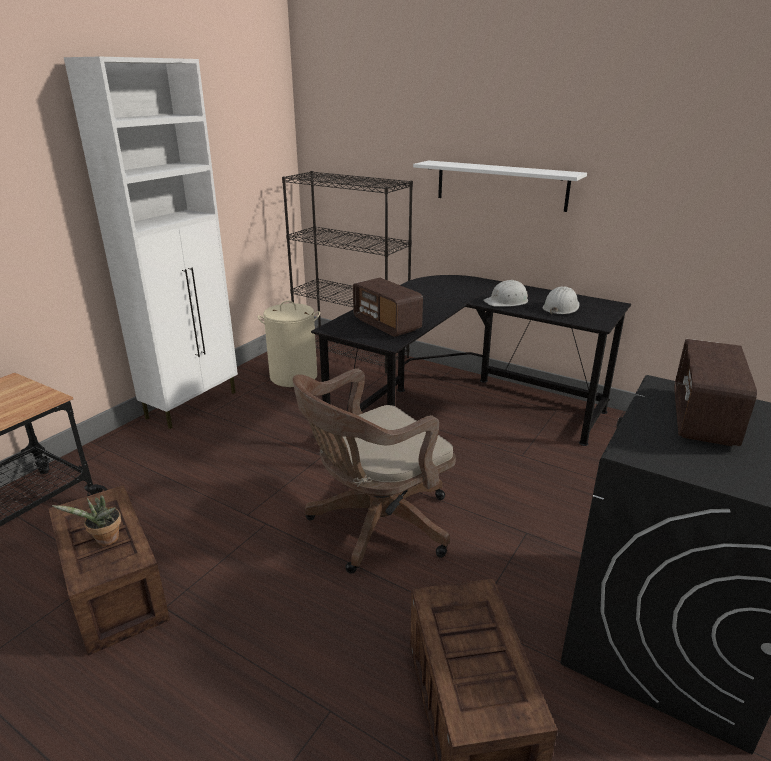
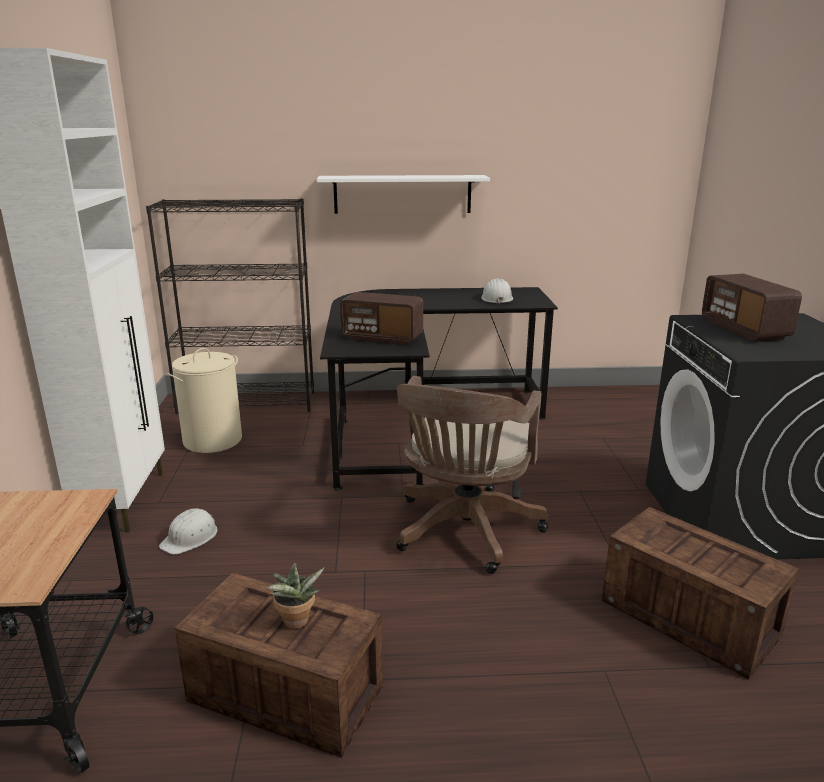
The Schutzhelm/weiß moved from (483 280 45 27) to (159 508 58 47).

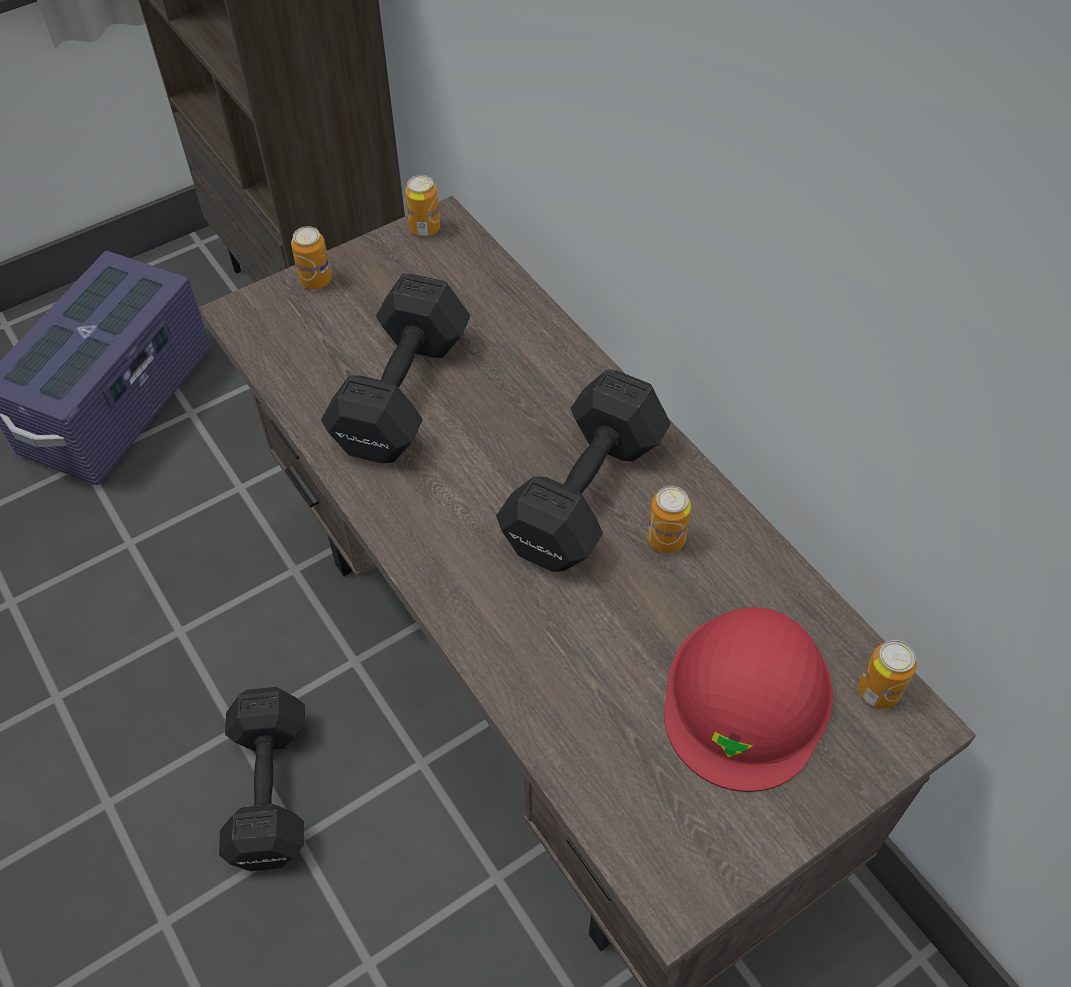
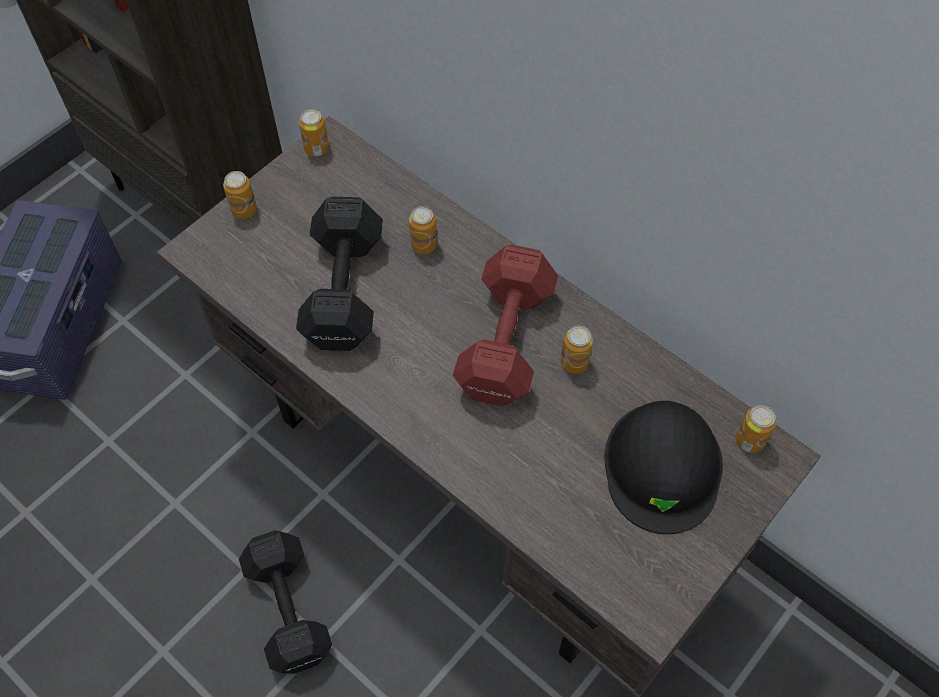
The Hantel/schwarz at (496 369 175 203) became the Hantel/rot at (453 245 105 162).
The Schutzhelm/rot at (664 607 169 185) became the Schutzhelm/schwarz at (604 401 119 133).
The Dose at (409 206 28 48) appeared.

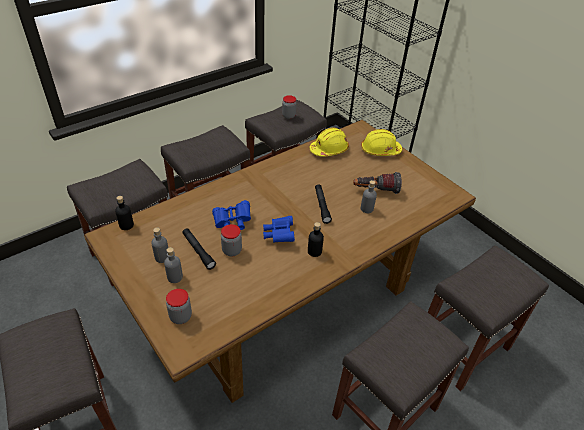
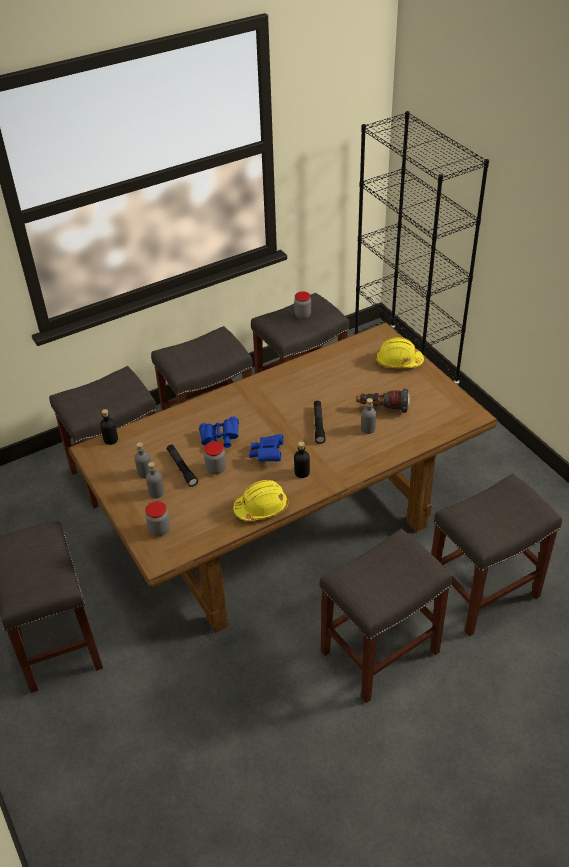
The Schutzhelm/gelb moved from (309 128 40 29) to (233 480 55 41).

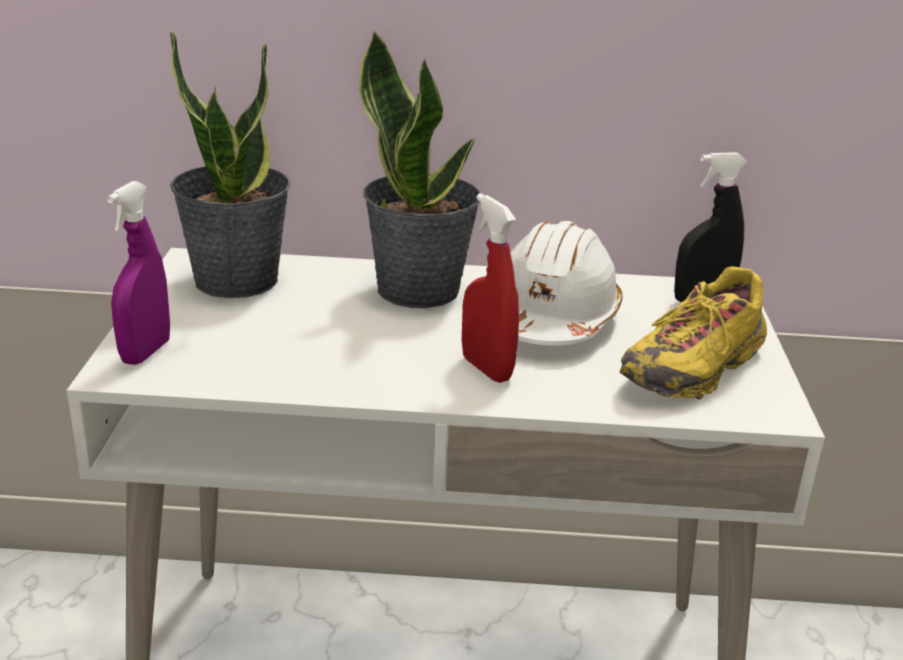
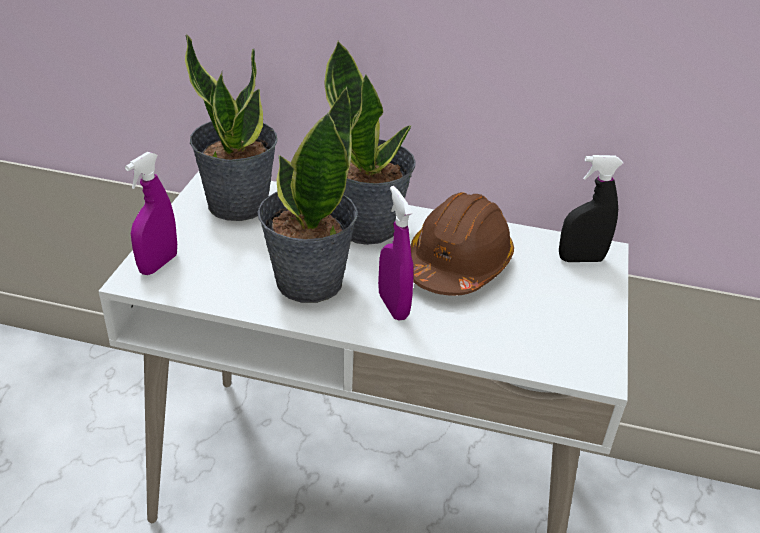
The Sprühflasche/rot at (462 193 57 190) became the Sprühflasche/lila at (378 186 36 135).
The Schutzhelm/weiß at (510 221 113 124) became the Schutzhelm/braun at (410 192 104 104).
The Schuh/gelb at (619 266 148 133) disappeared.
The Topfpflanze at (258 87 100 216) appeared.

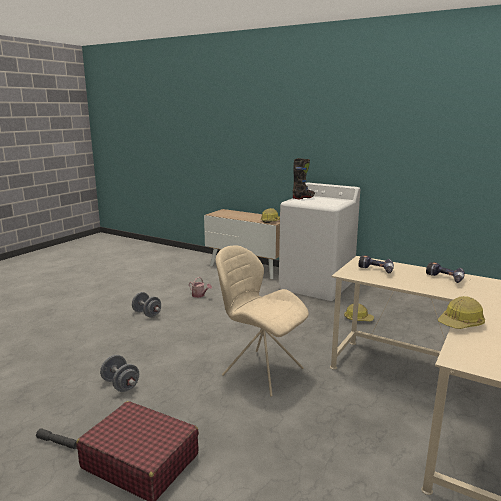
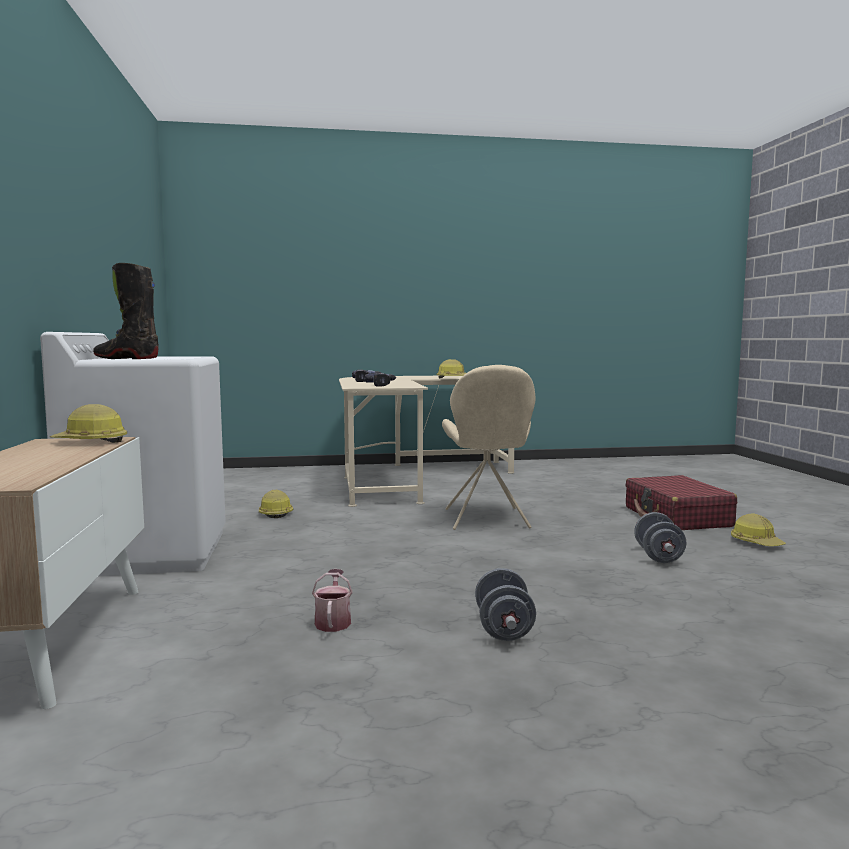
The Taschenlampe/grau at (36 428 41 21) was replaced by the Schutzhelm at (731 513 55 33).

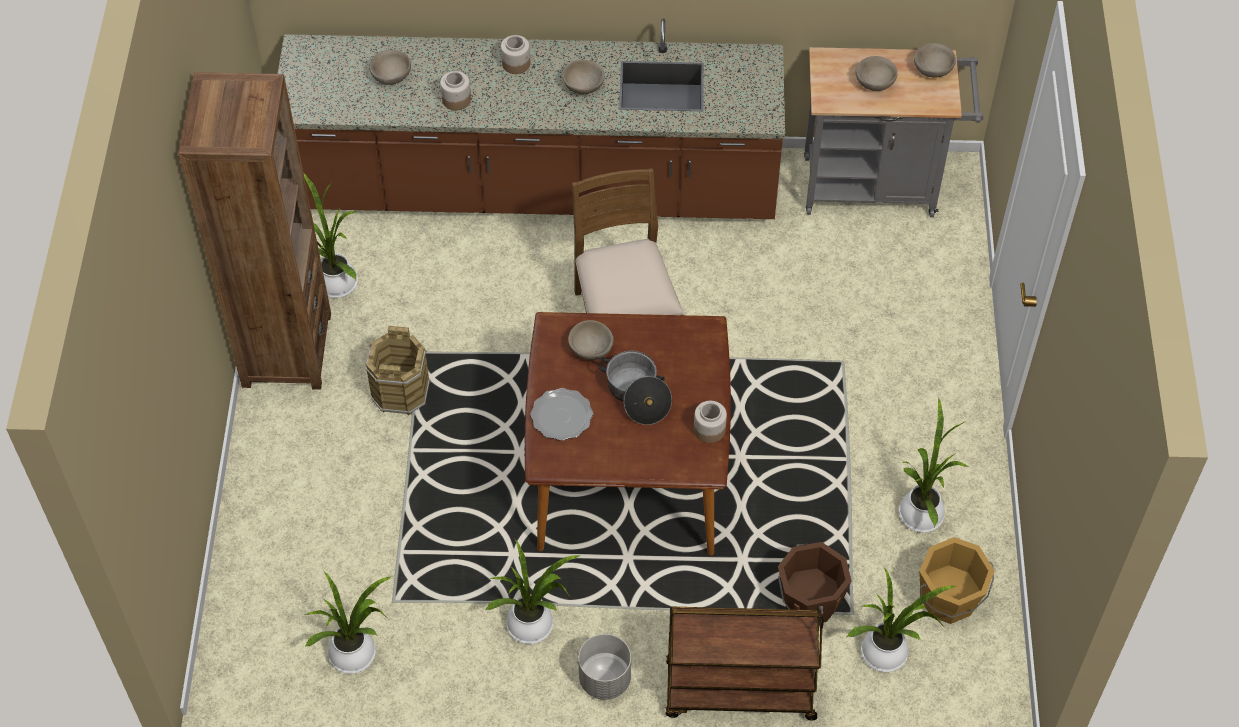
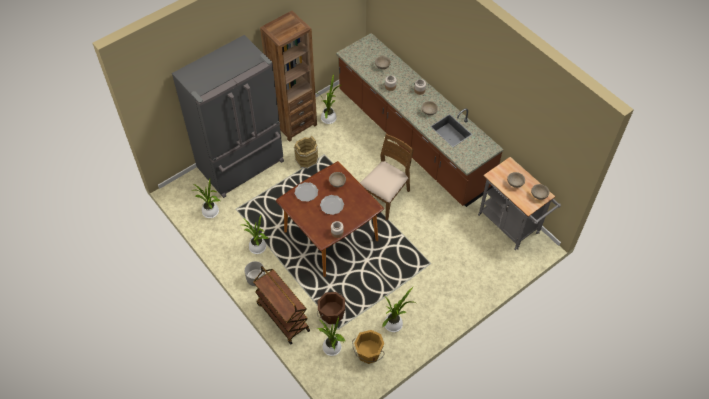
The Kochtopf at (598 351 74 74) was replaced by the Teller at (320 195 24 20).
The Kühlschrank/grau at (172 35 112 163) appeared.

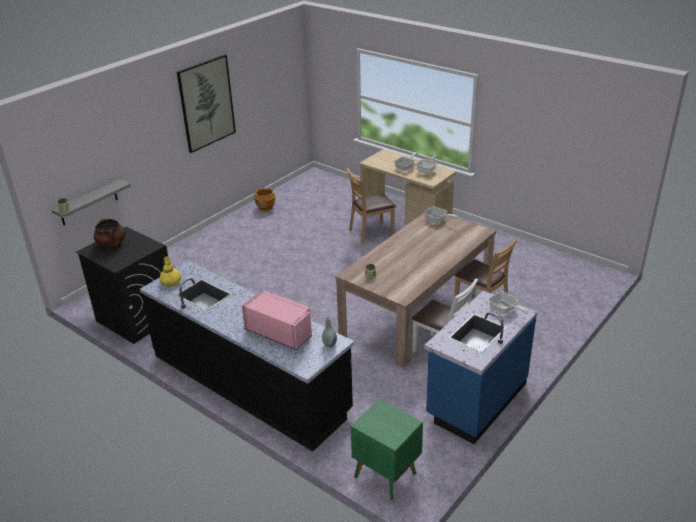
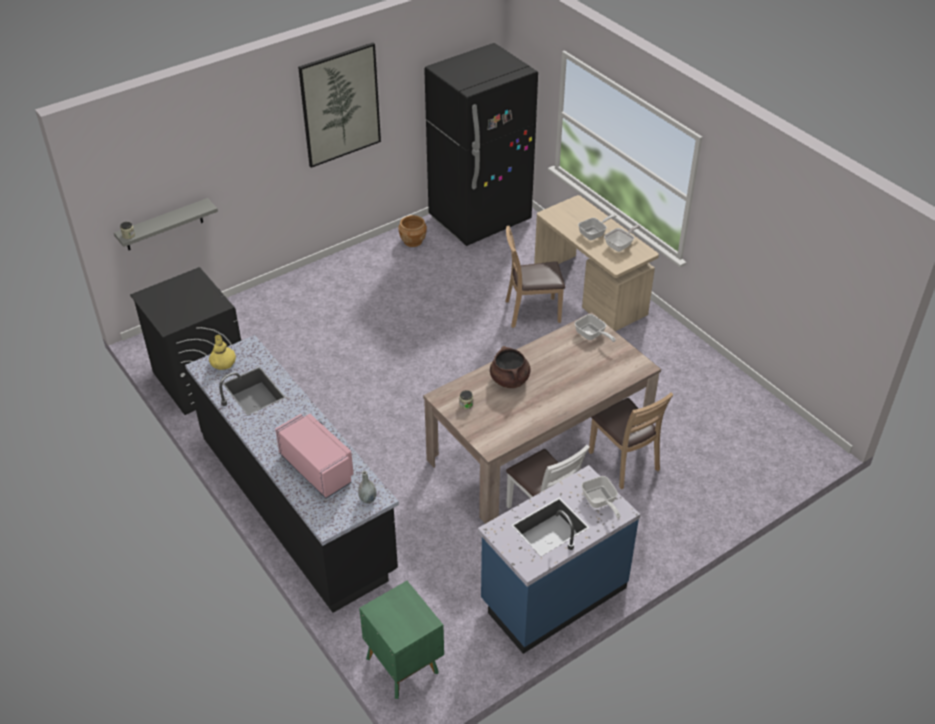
The Kochtopf/braun moved from (94 219 31 29) to (490 346 41 42).
The Kühlschrank/schwarz at (424 43 114 203) appeared.

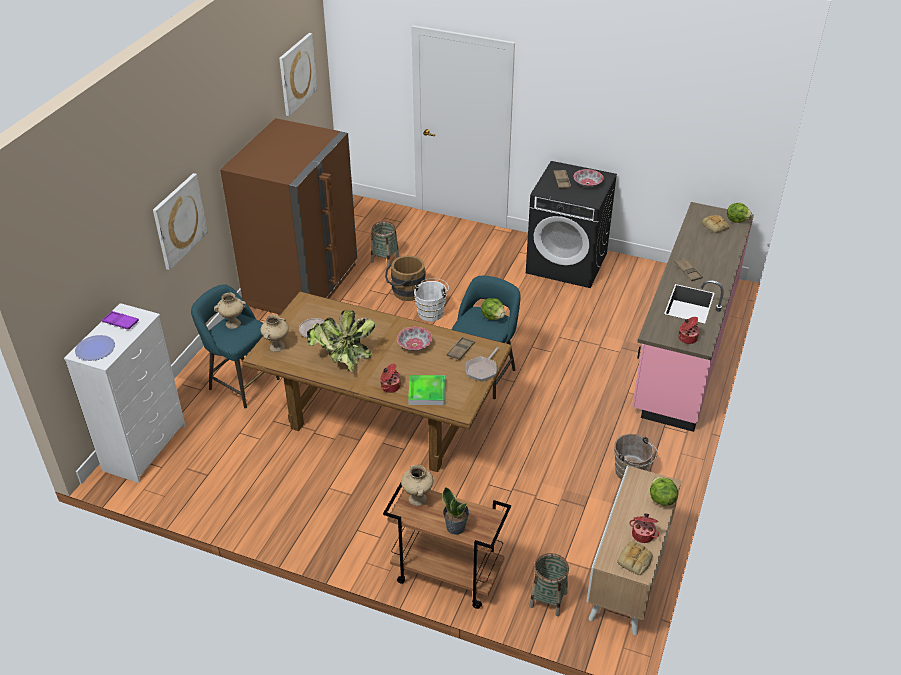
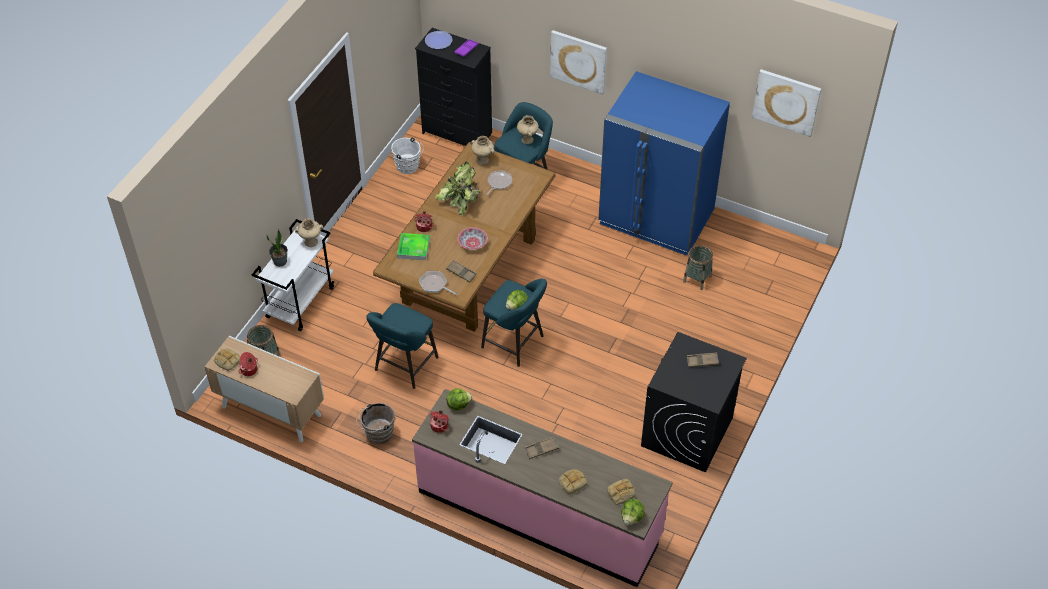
The Kommode/weiß at (64 303 122 180) became the Kommode/schwarz at (415 28 77 118).
The Kühlschrank/braun at (220 118 137 197) became the Kühlschrank/blau at (598 71 132 185).
The Rollwagen/braun at (383 483 128 126) became the Rollwagen/weiß at (252 219 82 112).
The Eimer/braun at (385 255 41 46) disappeared.
The Eimer/weiß moved from (414 278 35 43) to (391 138 33 36).
The Schüssel at (573 169 31 18) disappeared.
The Salatkopf moved from (650 477 28 29) to (446 389 27 22).
The Hocker/türkis at (366 303 72 86) appeared.
The Brot at (558 469 29 26) appeared.

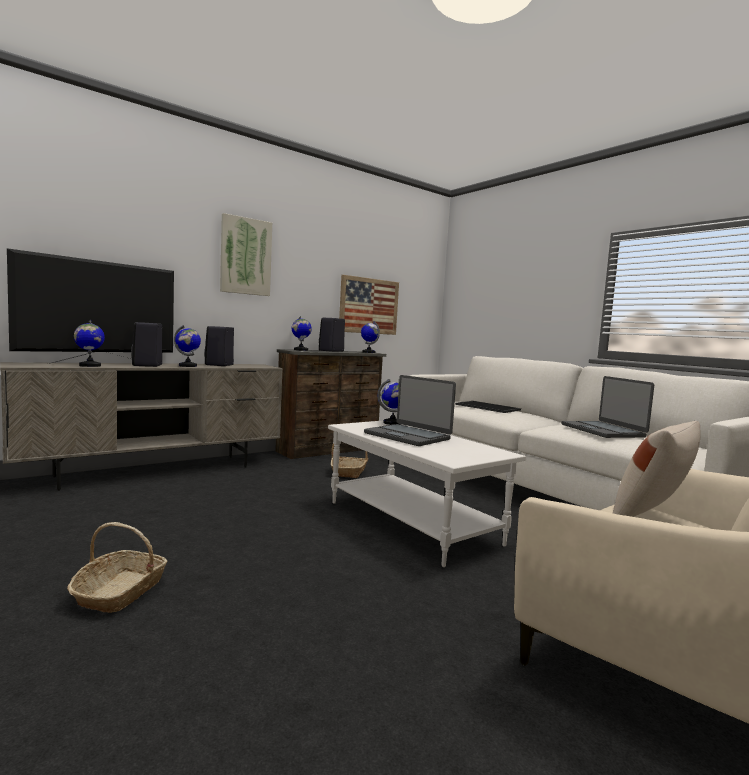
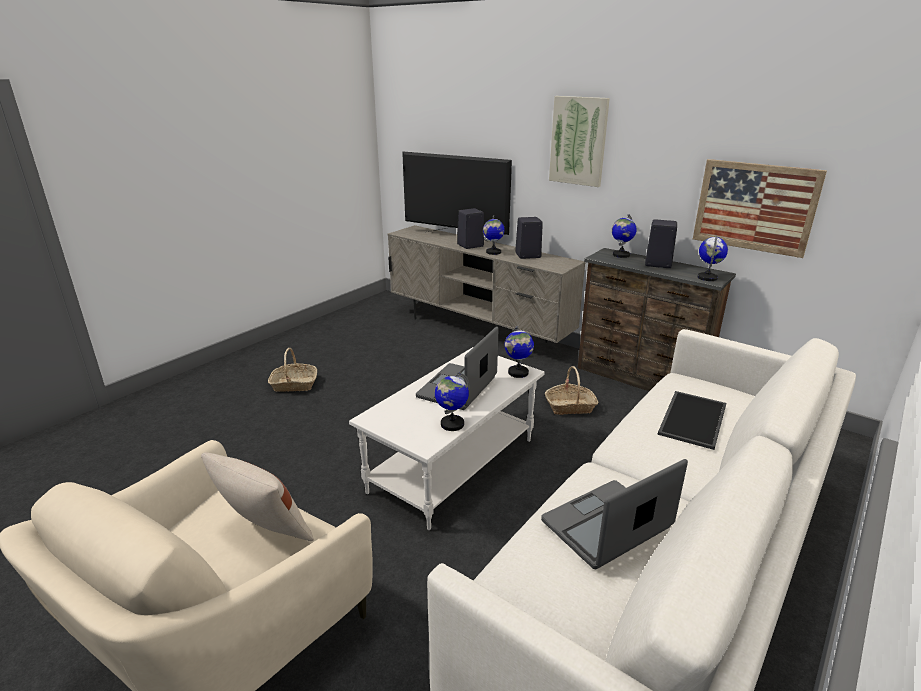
The Globus moved from (74 320 31 47) to (435 372 34 59).

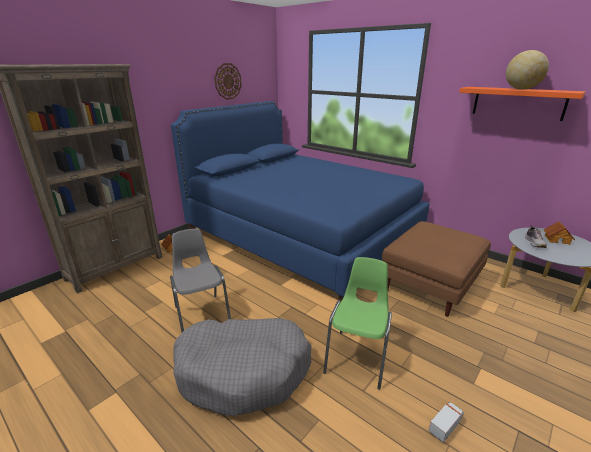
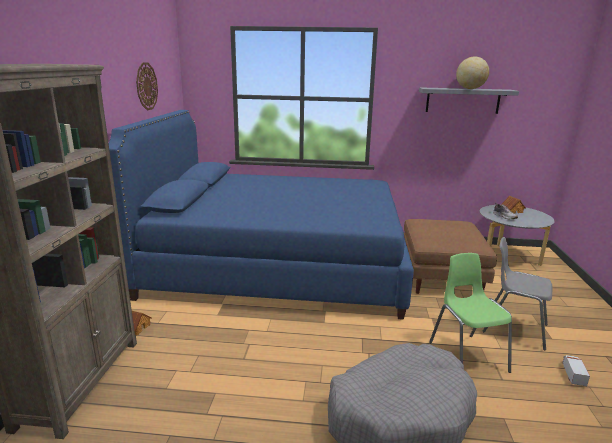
The Stuhl/grau moved from (170 229 61 103) to (483 237 70 113).
The Wandregal/orange at (459 87 127 34) became the Wandregal/grau at (419 87 100 27).

